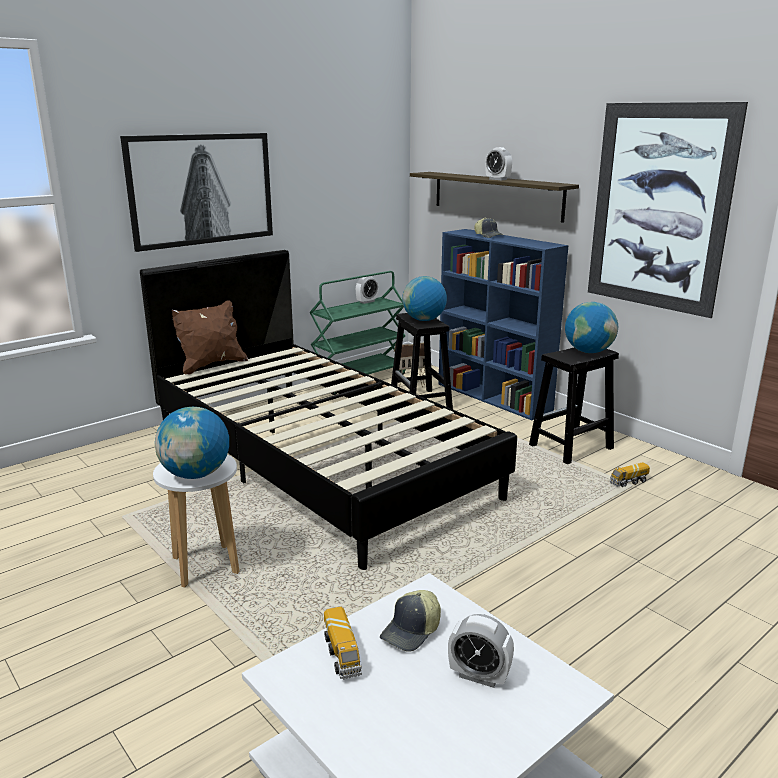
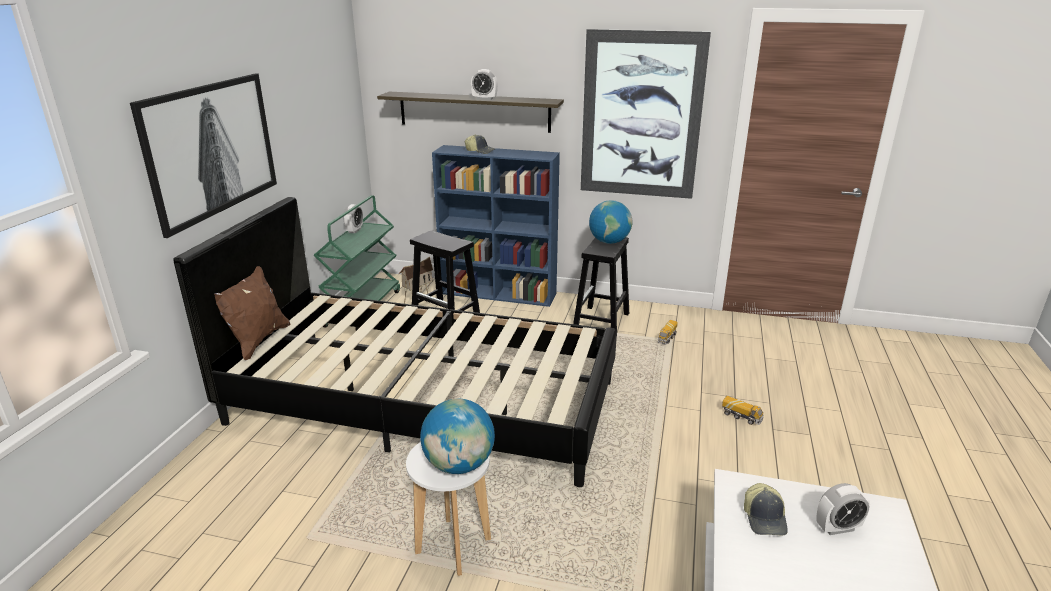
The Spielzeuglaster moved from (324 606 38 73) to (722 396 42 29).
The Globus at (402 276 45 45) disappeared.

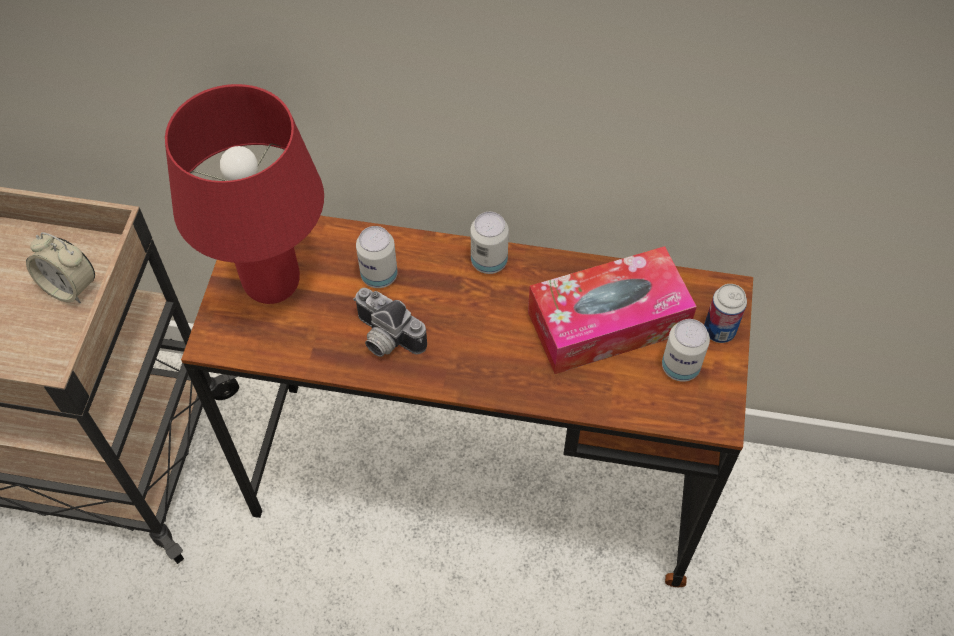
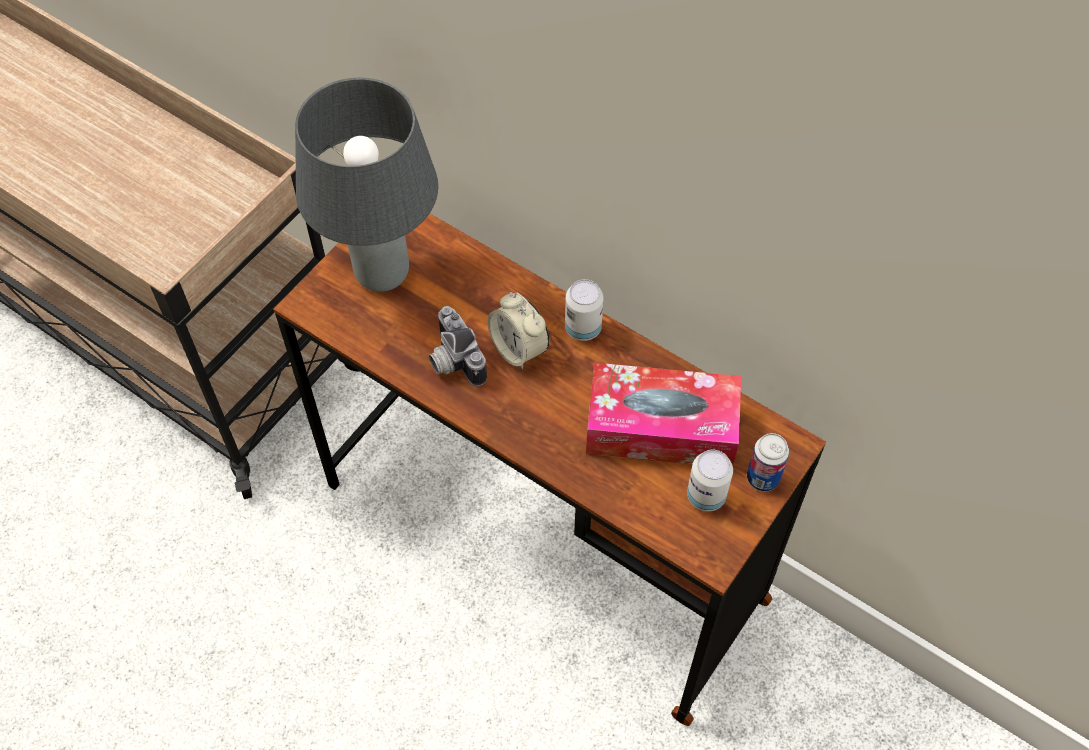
The Wecker moved from (26 232 69 71) to (488 292 61 78).
The Tischlampe/rot at (165 84 159 220) became the Tischlampe/grau at (295 78 143 214).
The Dose at (356 226 42 62) disappeared.

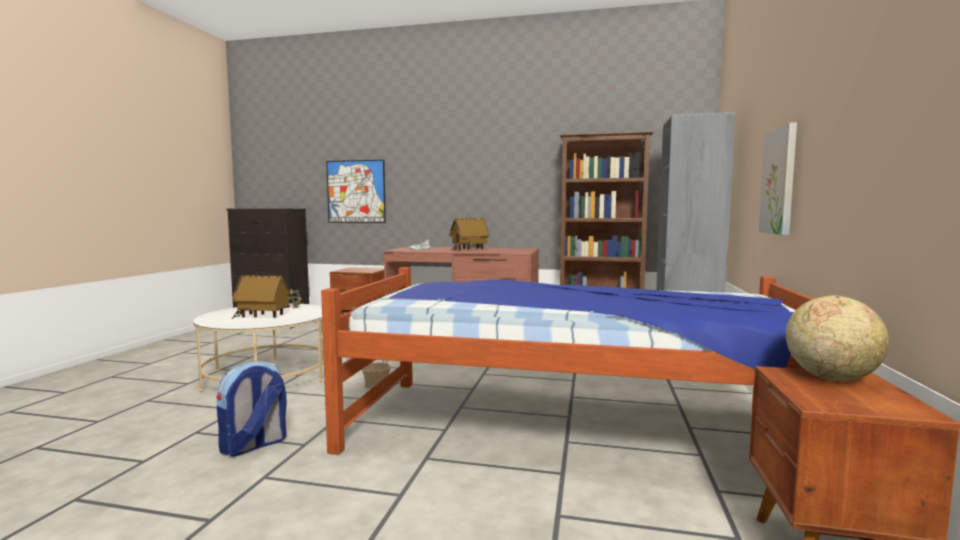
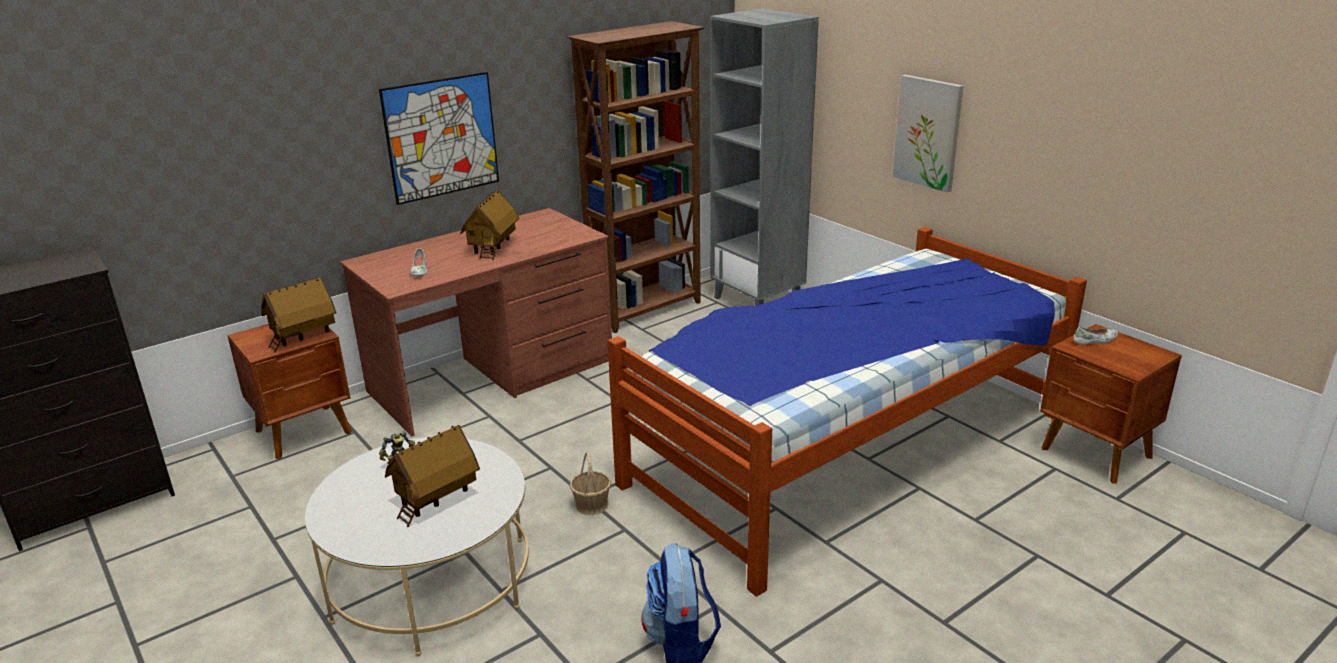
The Bild moved from (326 160 60 63) to (379 72 120 133).
The Globus at (786 295 103 86) was replaced by the Schuh/weiß at (1073 327 45 18).
The Spielzeughaus at (261 277 75 76) appeared.

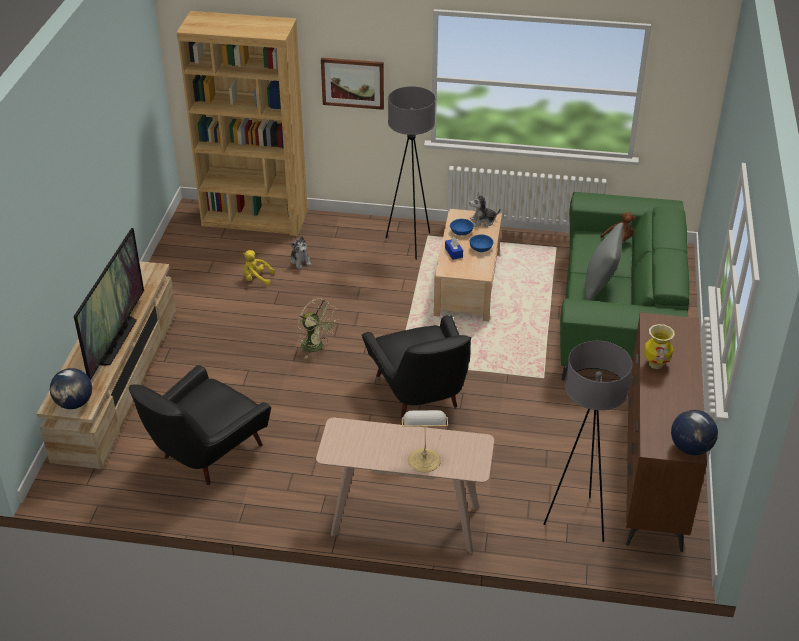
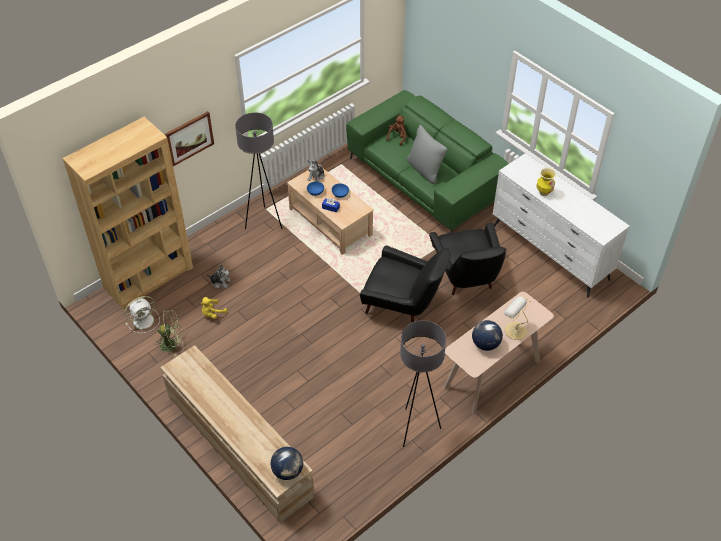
The Fernseher at (74 228 70 152) disappeared.
The Sessel/schwarz moved from (129 365 142 120) to (429 223 78 72).
The Ventilator/grün moved from (297 298 41 61) to (155 310 28 47).
The Stehlampe/grau moved from (543 341 90 201) to (400 320 46 127).
The Kommode/braun at (626 313 81 239) became the Kommode/weiß at (493 153 137 145).
The Globus moved from (671 409 47 46) to (472 320 31 31).
The Ventilator/weiß at (125 296 35 37) appeared.

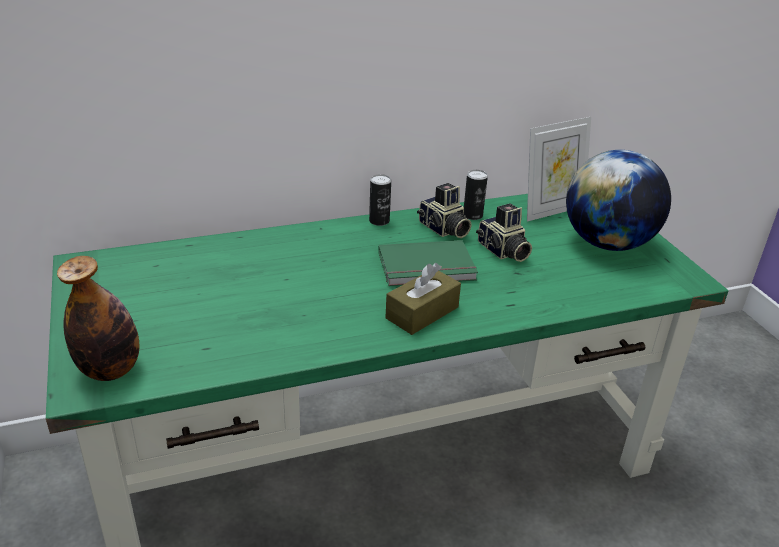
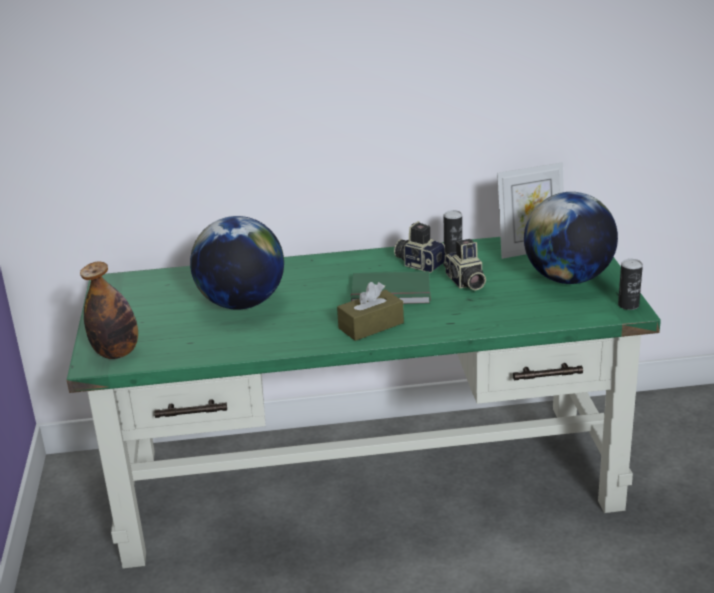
The Dose moved from (369 174 22 52) to (618 259 25 51).
The Kamera at (417 183 55 55) turned 150 degrees clockwise.
The Globus at (190 216 94 94) appeared.

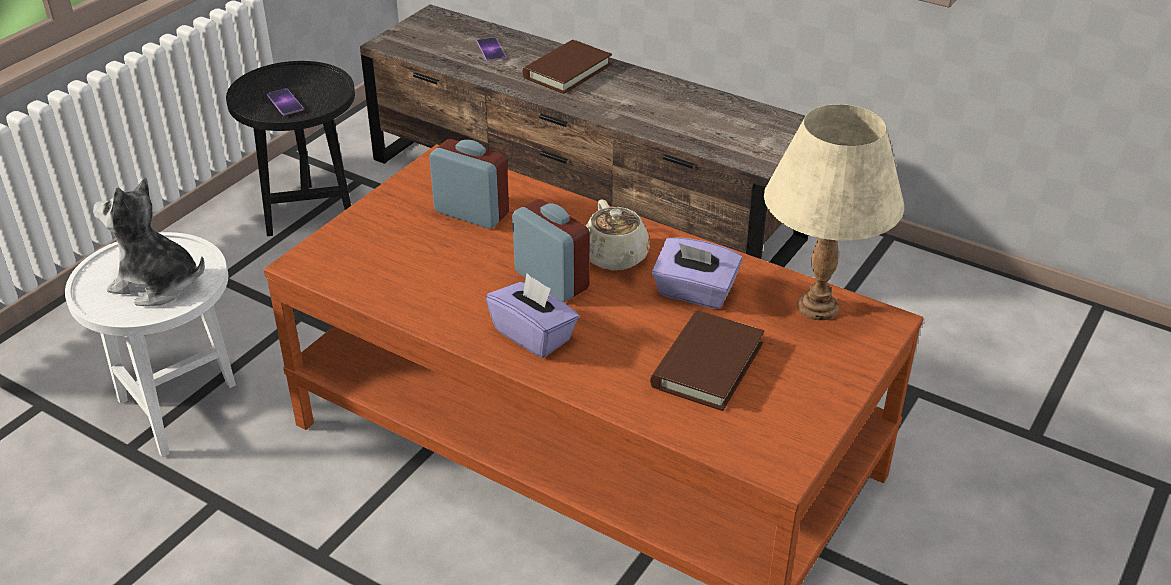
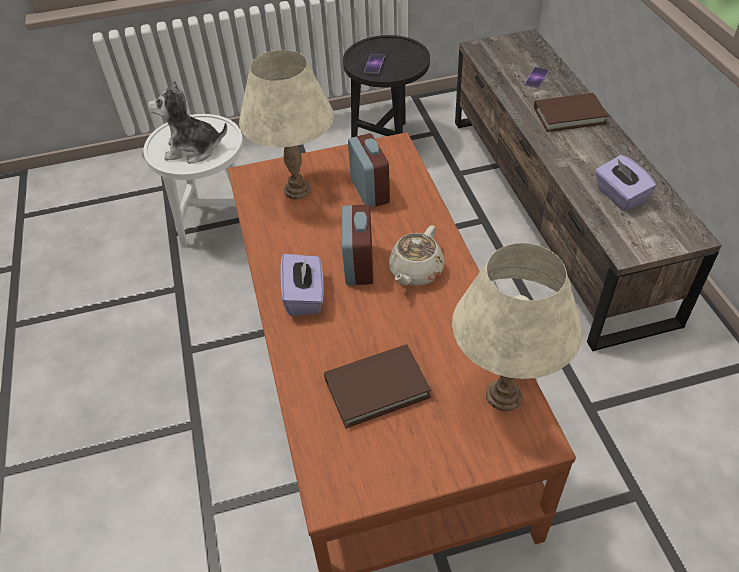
The Plüschtier at (93 178 112 128) turned 60 degrees counterclockwise.
The Taschentuchbox/lila moved from (652 237 90 72) to (595 155 61 56).
The Tischlampe/beige at (239 50 95 149) appeared.

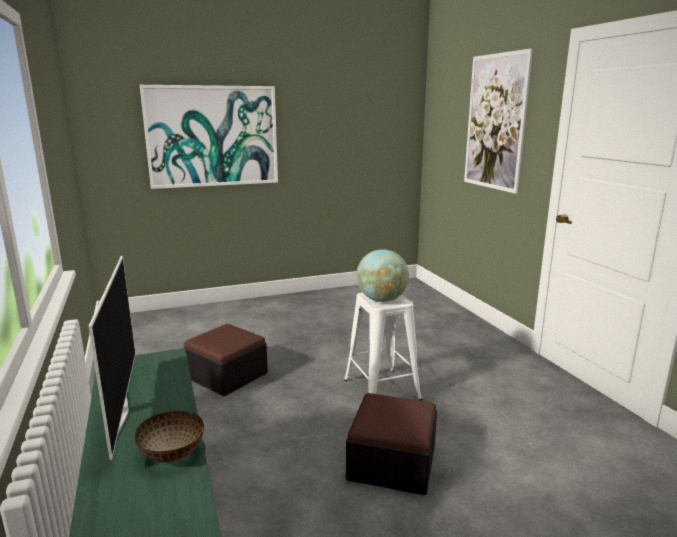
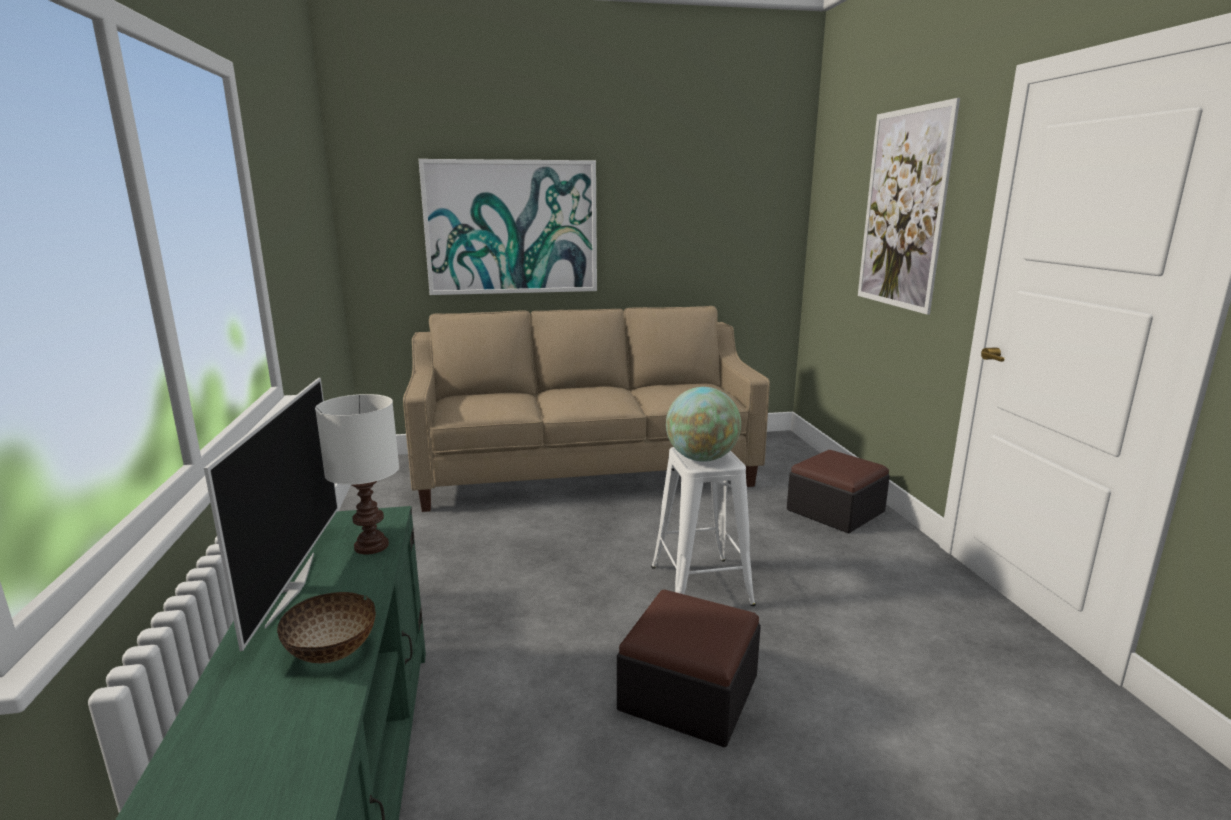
The Polsterhocker moved from (184 324 84 72) to (787 450 103 84).
The Tischlampe/weiß at (315 394 84 161) appeared.
The Sofa/beige at (403 306 367 206) appeared.

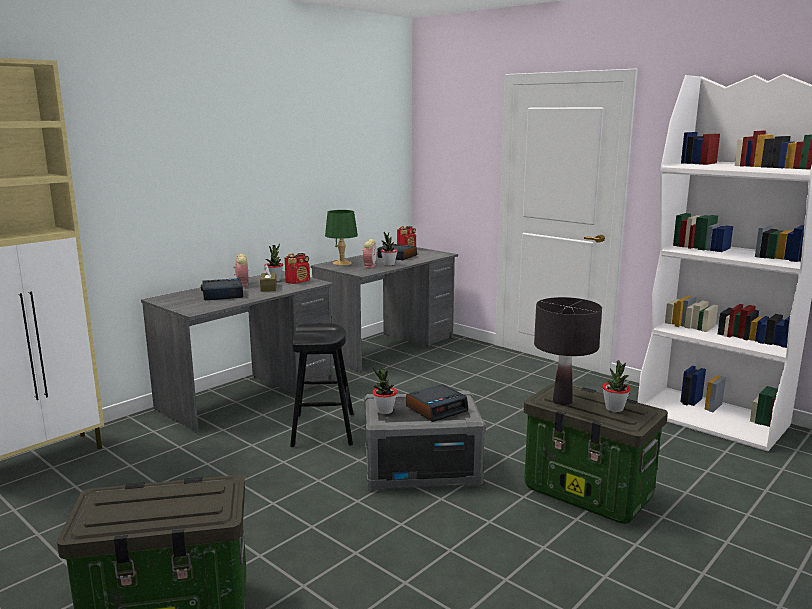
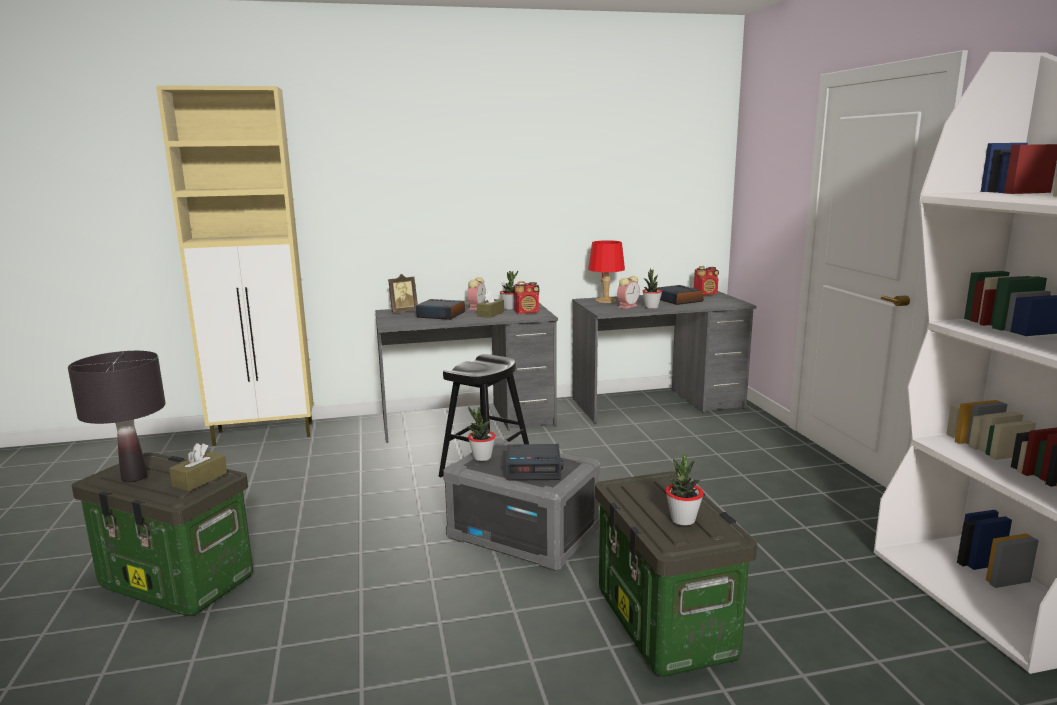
The Tischlampe/grün at (325 210 33 56) became the Tischlampe/rot at (588 240 37 63).
The Tischlampe/schwarz moved from (534 297 68 108) to (68 351 98 131).
The Taschentuchbox/braun at (169 443 58 48) appeared.
The Bilderrahmen at (388 274 30 39) appeared.

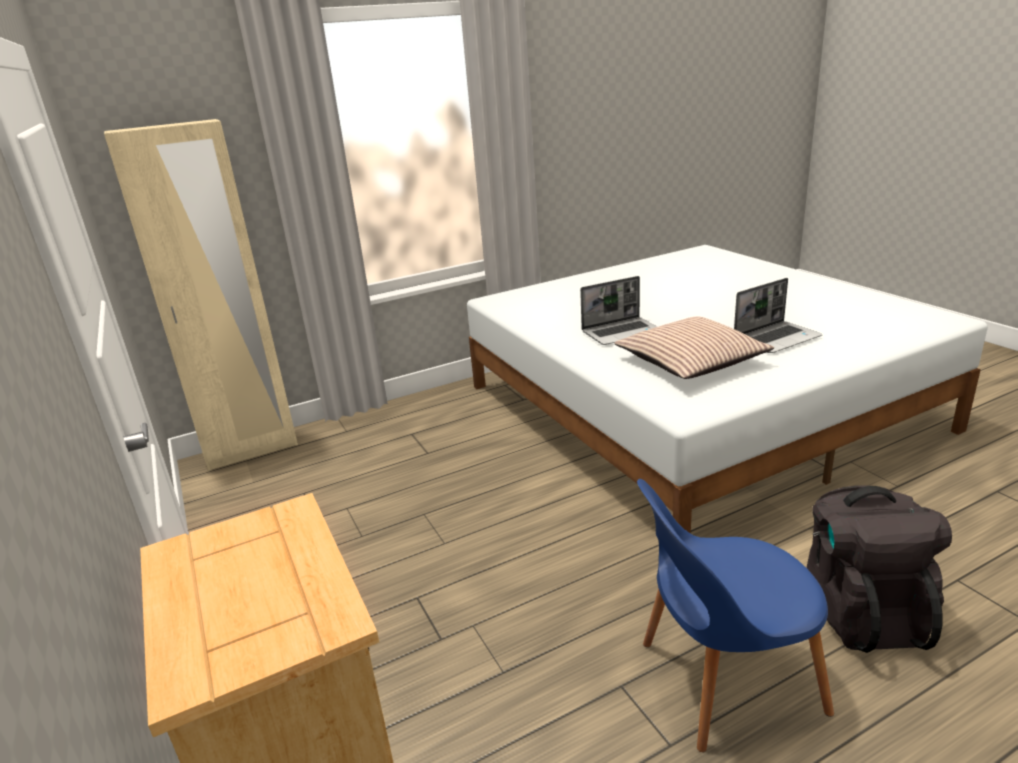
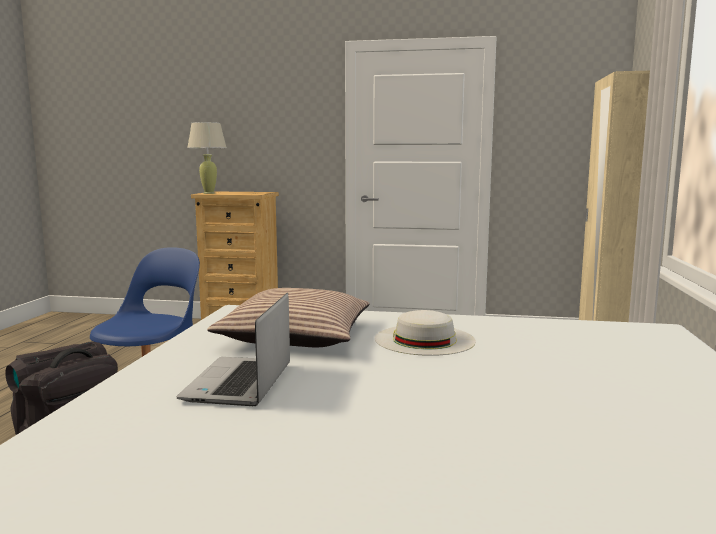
The Laptop at (580 276 77 69) was replaced by the Hut/weiß at (375 310 101 46).
The Tischlampe/beige at (187 122 40 72) appeared.

